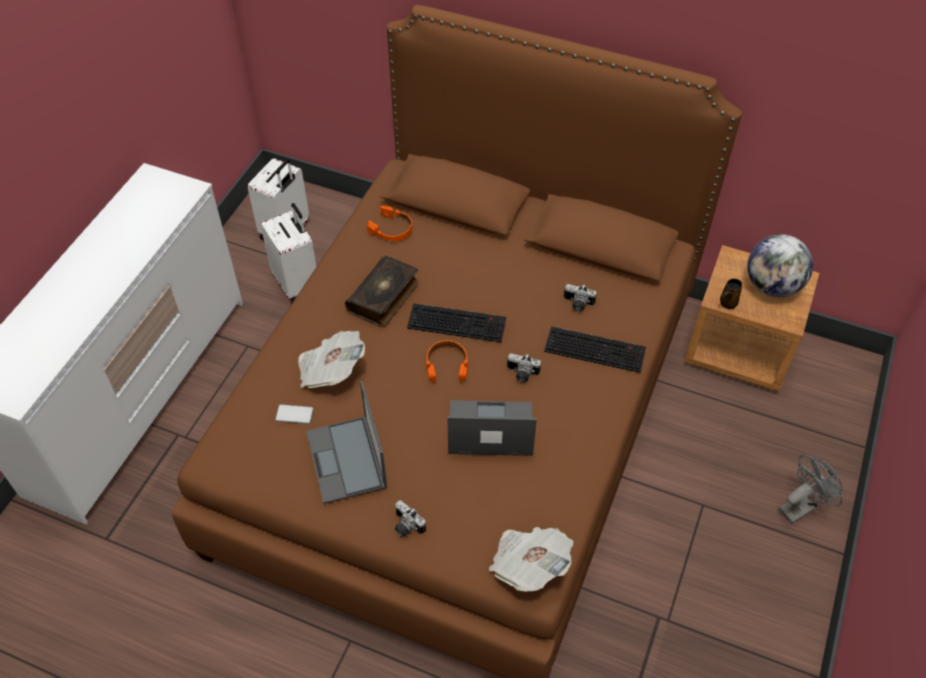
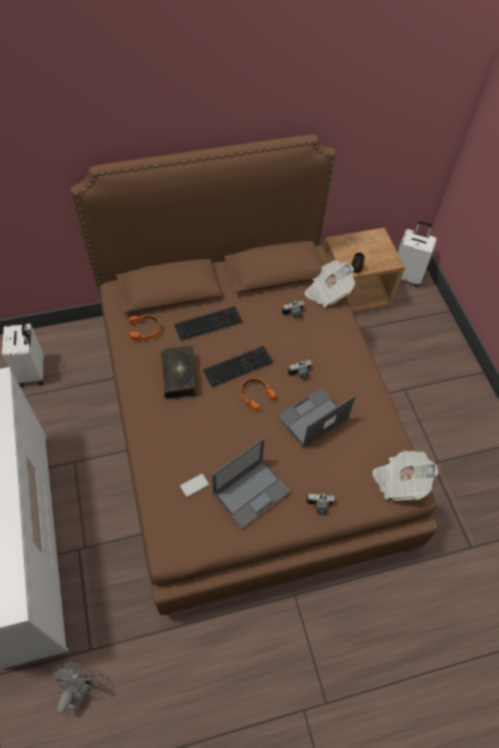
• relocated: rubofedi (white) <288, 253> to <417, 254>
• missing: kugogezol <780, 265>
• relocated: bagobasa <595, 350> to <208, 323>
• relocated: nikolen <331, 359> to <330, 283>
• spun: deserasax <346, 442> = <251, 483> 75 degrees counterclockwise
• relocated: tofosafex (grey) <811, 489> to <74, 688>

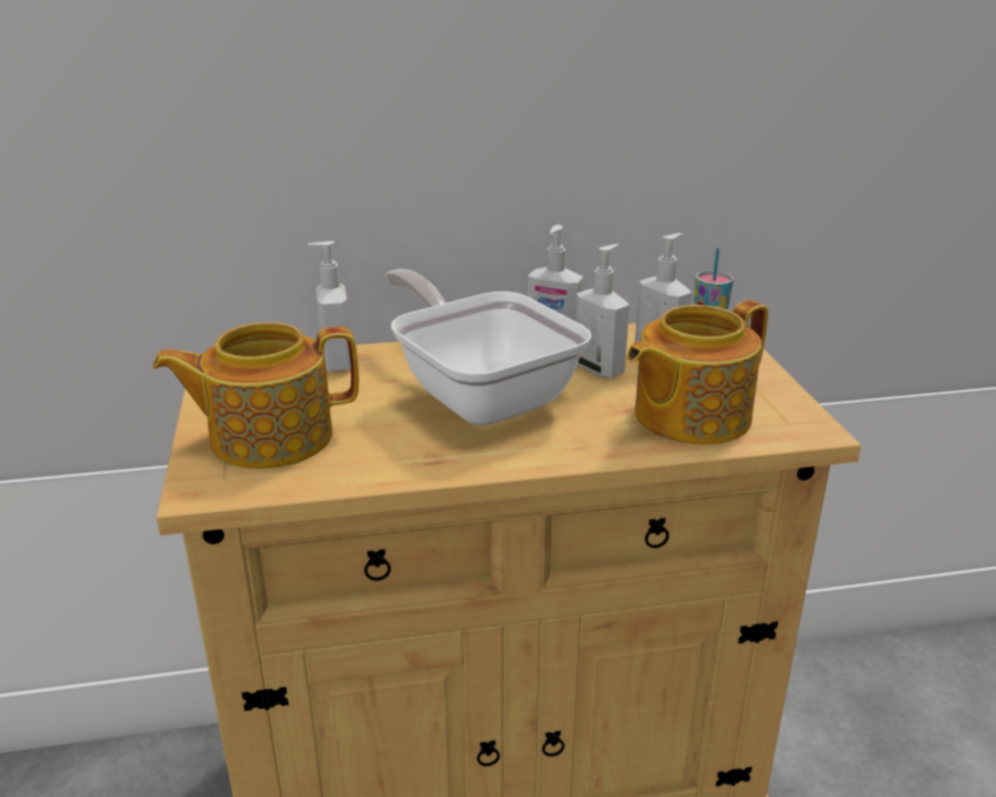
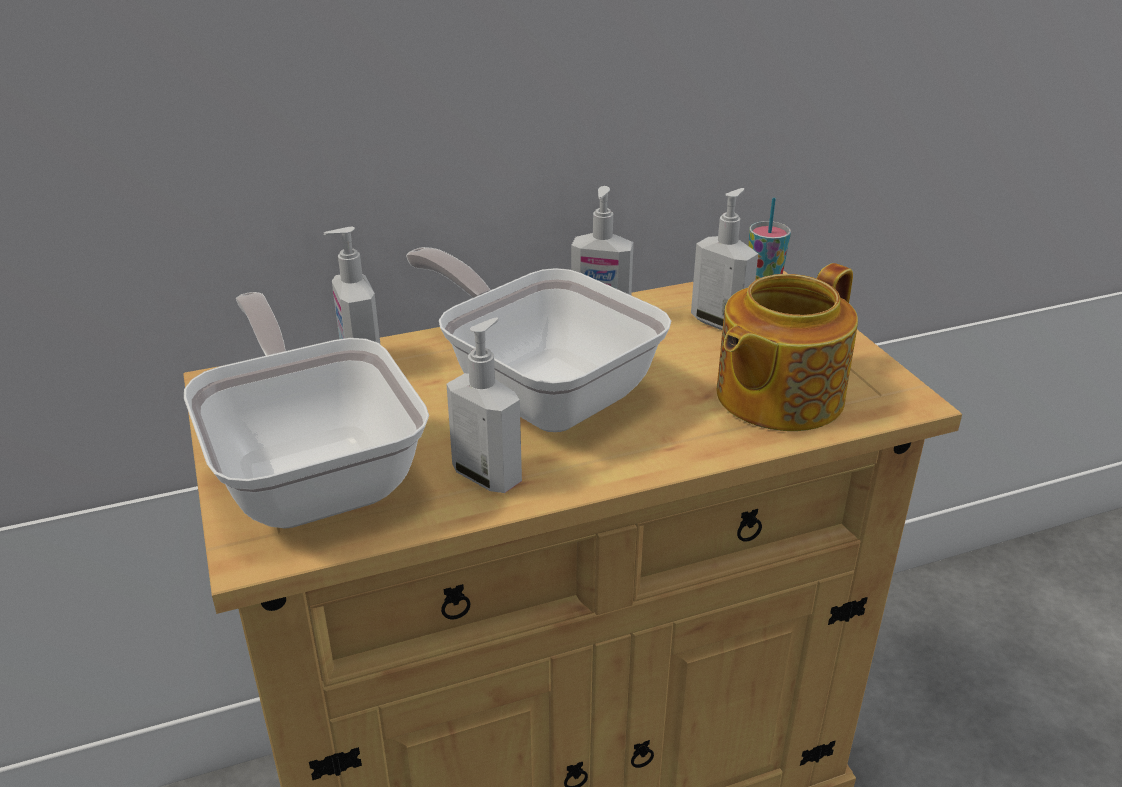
• relocated: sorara <602, 311> to <484, 405>
• exchanged: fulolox <255, 395> to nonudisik <306, 410>

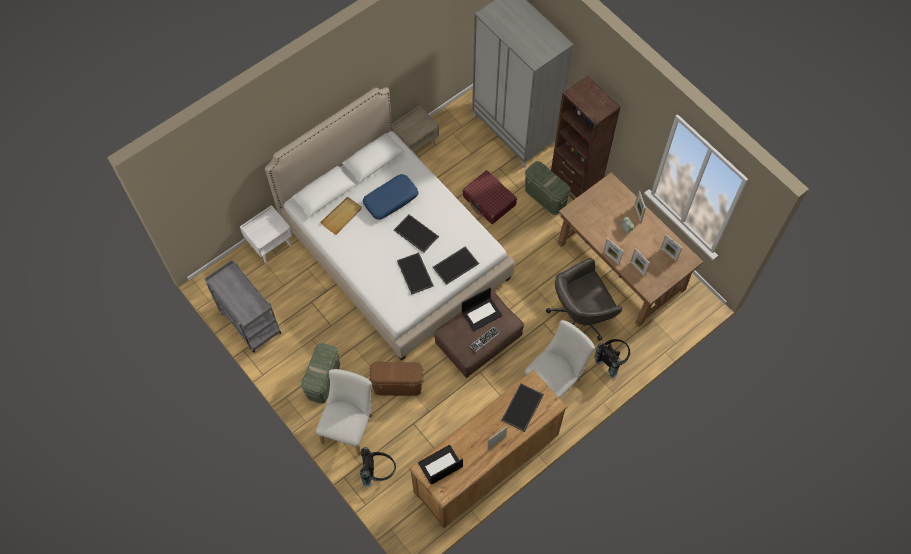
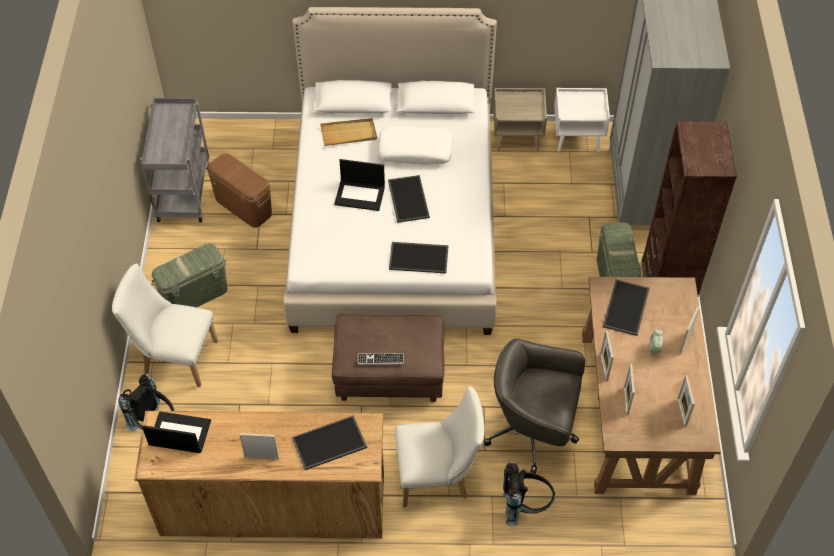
• missing: rubofedi (red) <490, 197>
• colour: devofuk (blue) <391, 197> to devofuk (white) <415, 145>
• relocated: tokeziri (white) <266, 234> to <582, 120>
• relocated: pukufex <415, 273> to <626, 307>
• relocated: deserasax <482, 309> to <359, 185>
• relocated: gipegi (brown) <396, 379> to <239, 190>
• spun: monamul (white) <344, 412> = <165, 325> 135 degrees counterclockwise

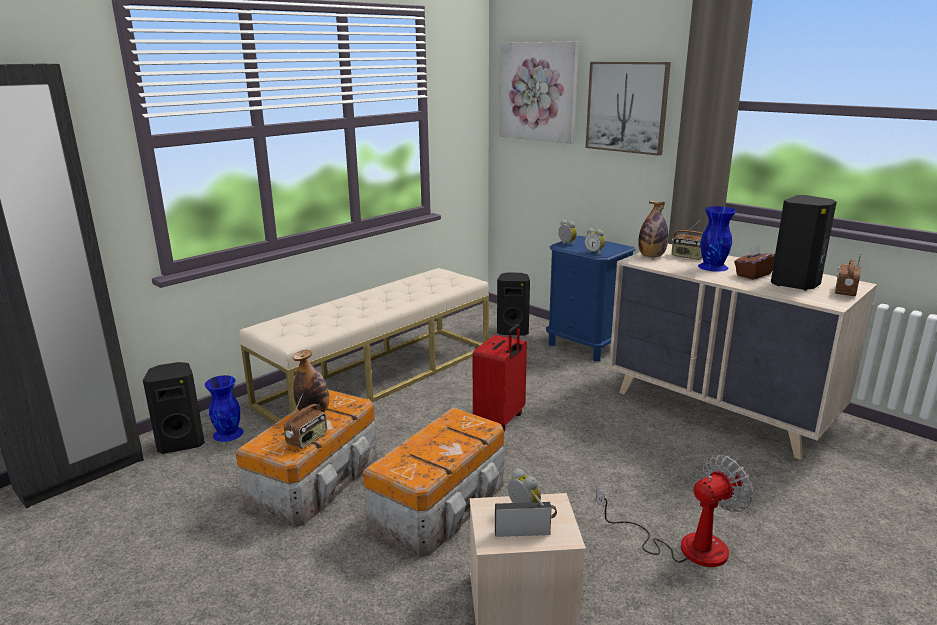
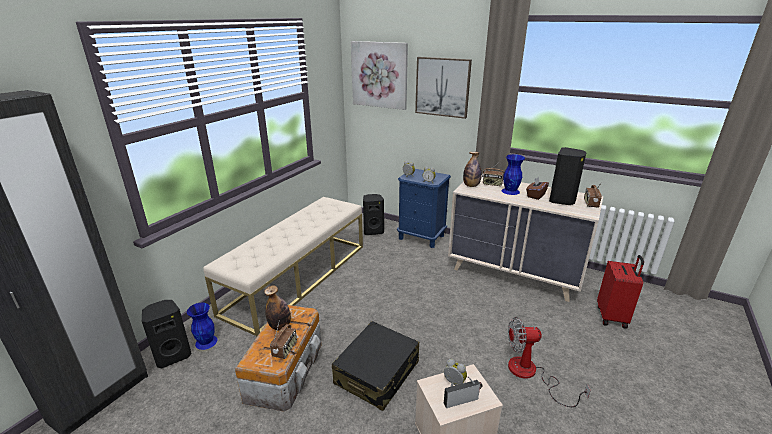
• relocated: rubofedi (red) <499, 377> to <620, 292>
• exchanged: gipegi <433, 482> to rubofedi (black) <375, 366>
• spun: tofosafex <674, 511> = <549, 362> 135 degrees counterclockwise

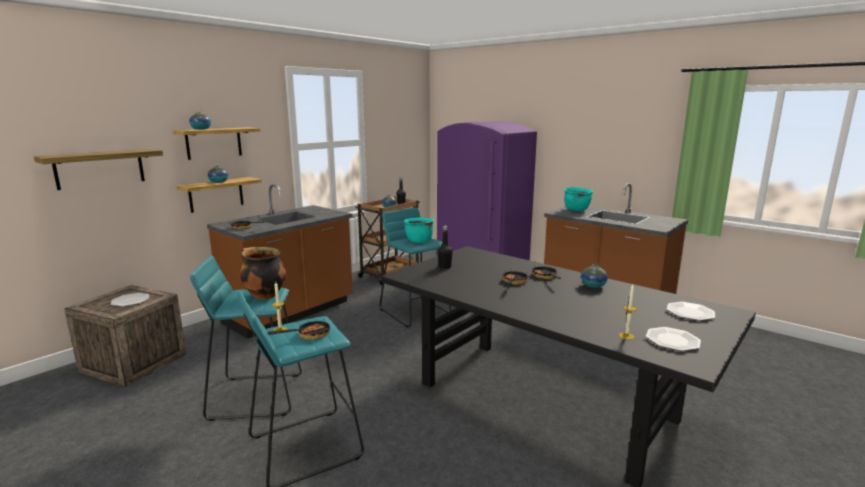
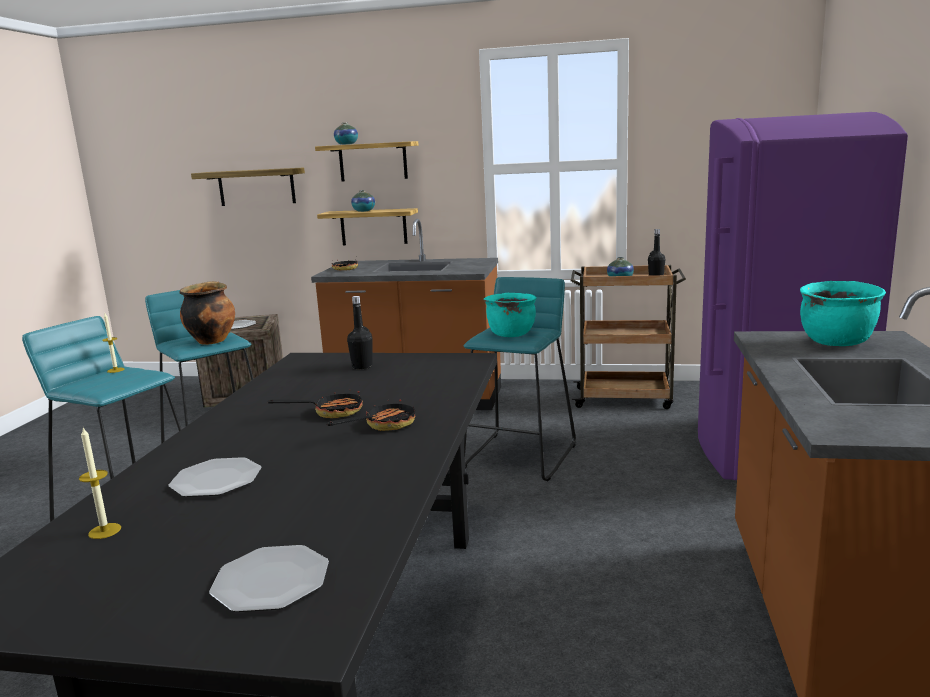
• missing: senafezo <594, 276>
• missing: nonudisik <298, 329>
• relocated: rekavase <673, 339> to <215, 477>

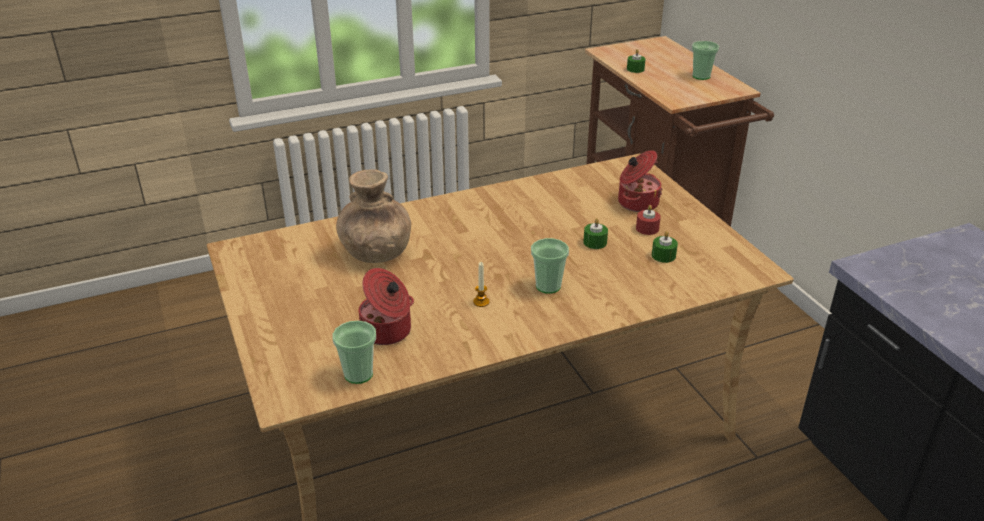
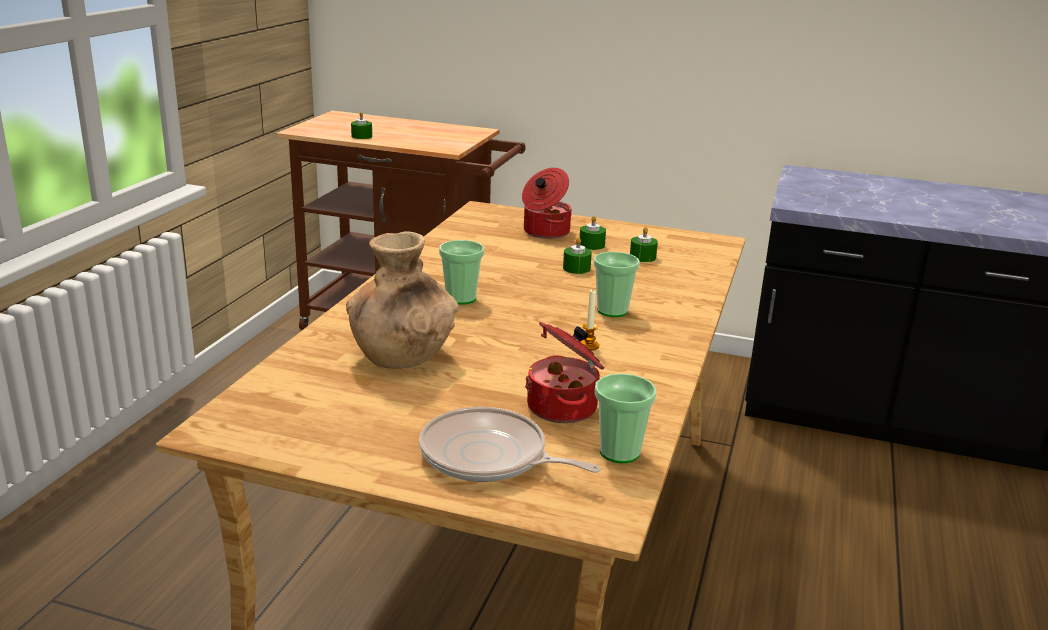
• relocated: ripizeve <705, 60> to <461, 272>
• colour: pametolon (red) <648, 220> to pametolon (green) <593, 233>
• appeared: nonudisik <510, 444>

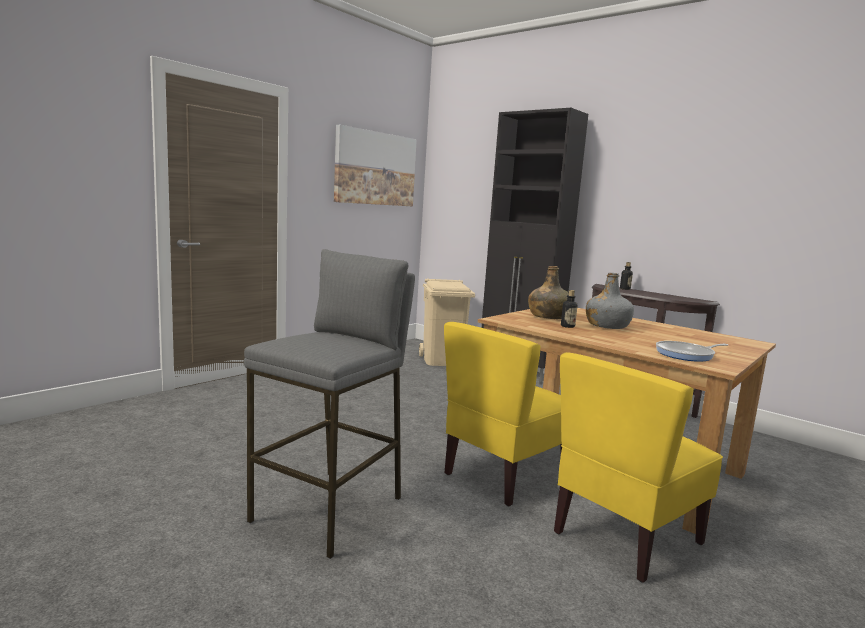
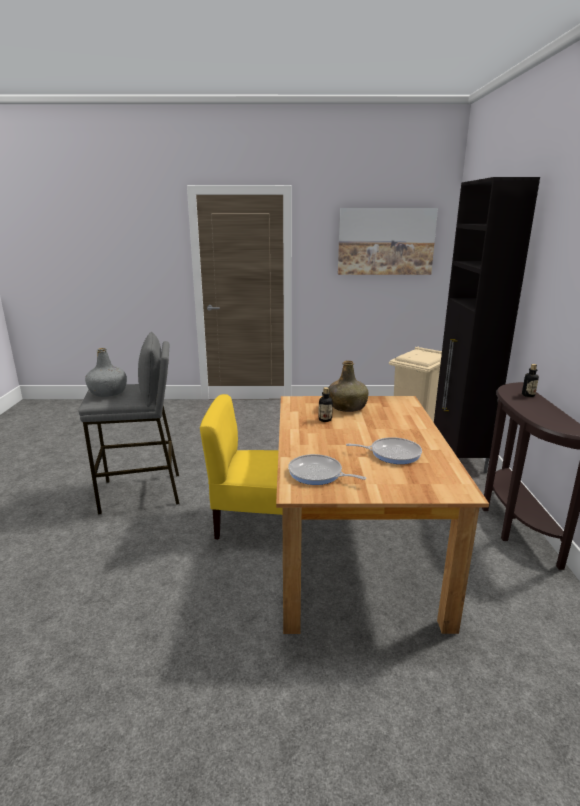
• relocated: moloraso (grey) <610, 301> to <106, 372>
• missing: monamul (yellow) <638, 467>
• appeared: nonudisik <384, 450>

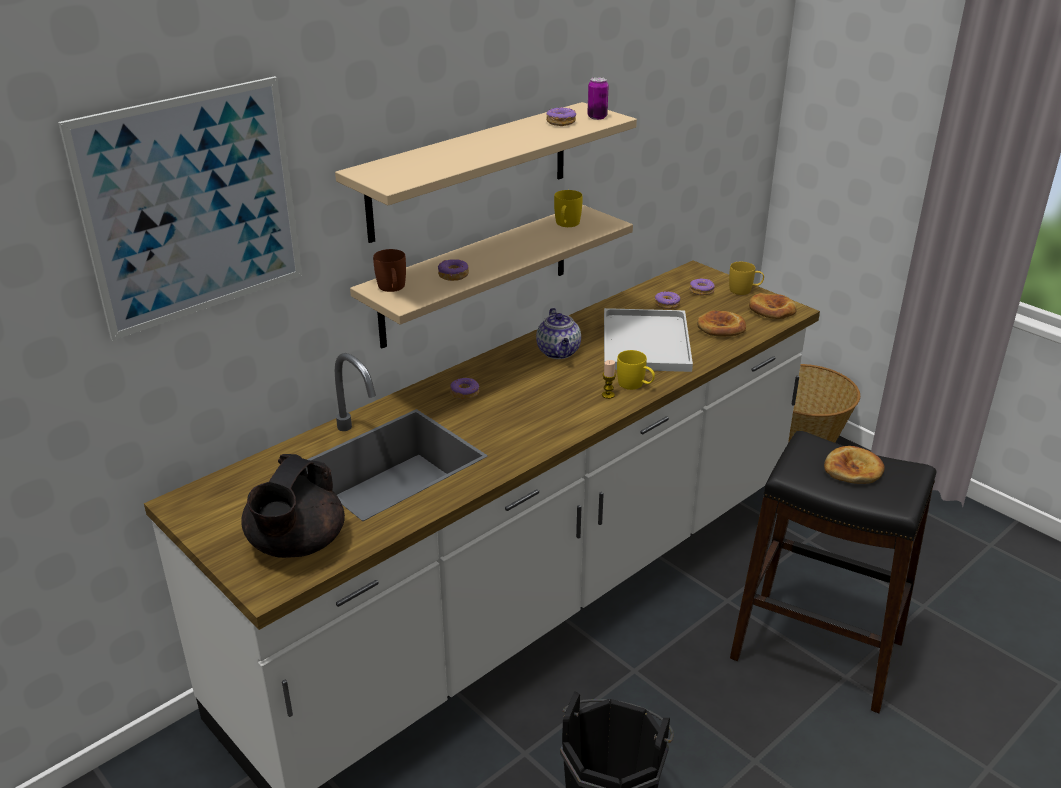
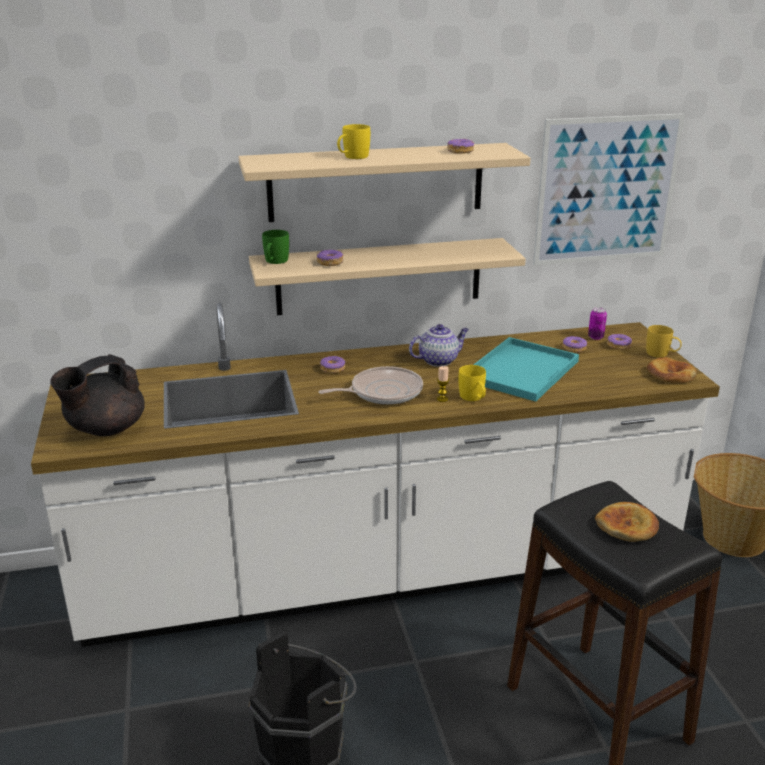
• relocated: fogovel <180, 208> to <609, 189>
• relocated: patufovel <598, 98> to <597, 323>
• relocated: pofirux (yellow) <568, 208> to <353, 141>
• colour: pofirux (brown) <389, 270> to pofirux (green) <275, 247>
• spun: fulolox <558, 333> = <439, 345> 135 degrees counterclockwise
• colour: pukufex (white) <648, 340> to pukufex (turquoise) <526, 369>
• missing: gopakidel <721, 324>
• appeared: nonudisik <370, 385>

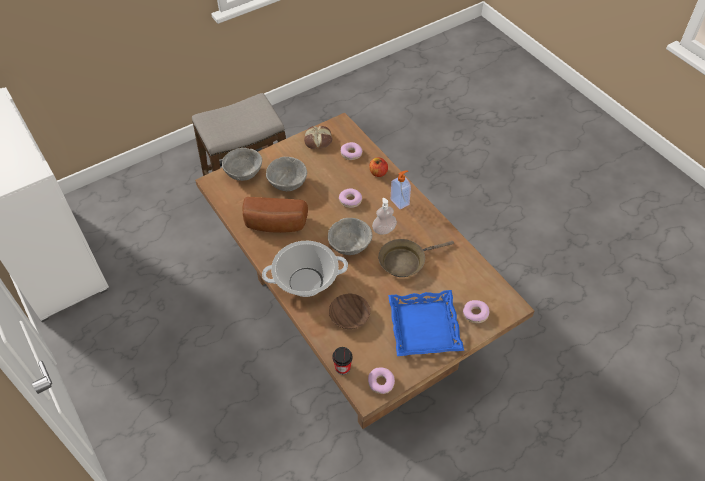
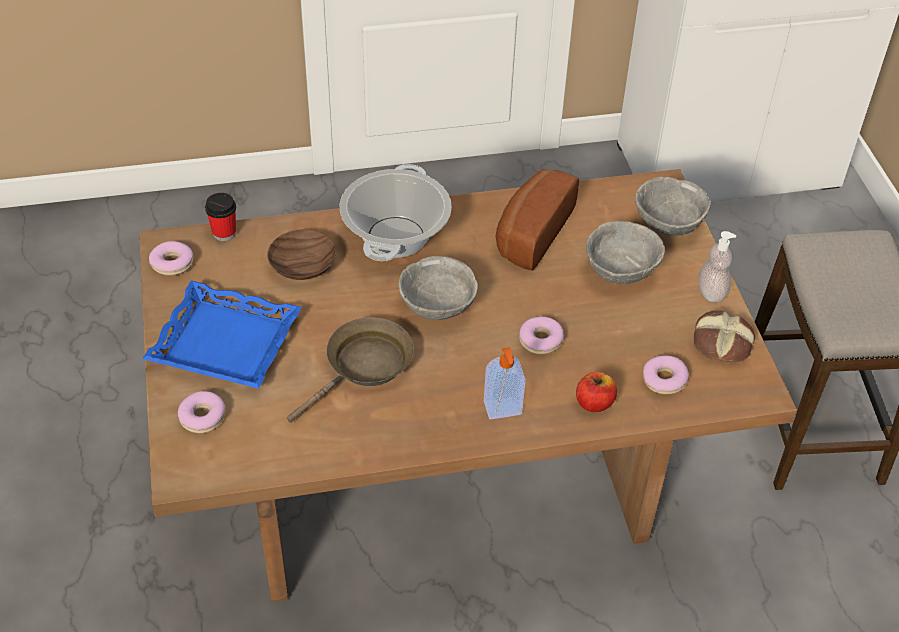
• relocated: sorara <384, 216> to <717, 266>
• spun: nonudisik (brown) <416, 258> = <350, 370> 45 degrees clockwise

